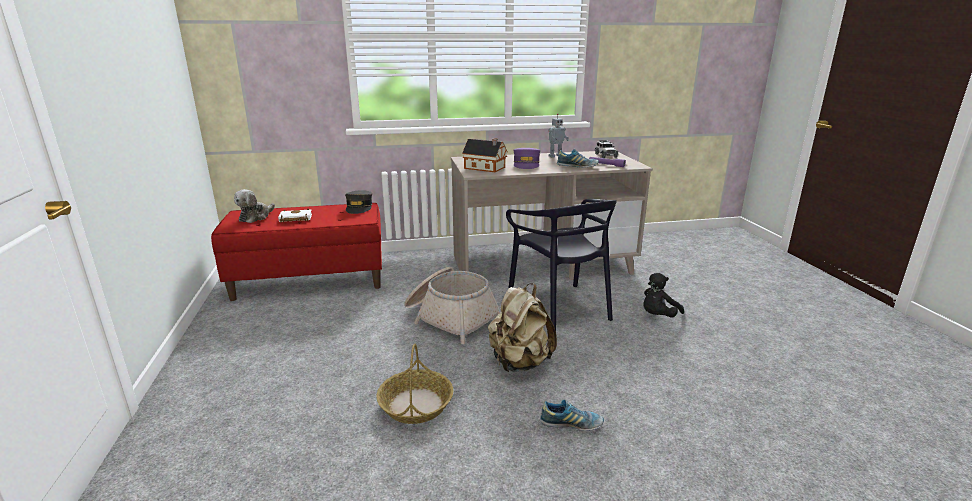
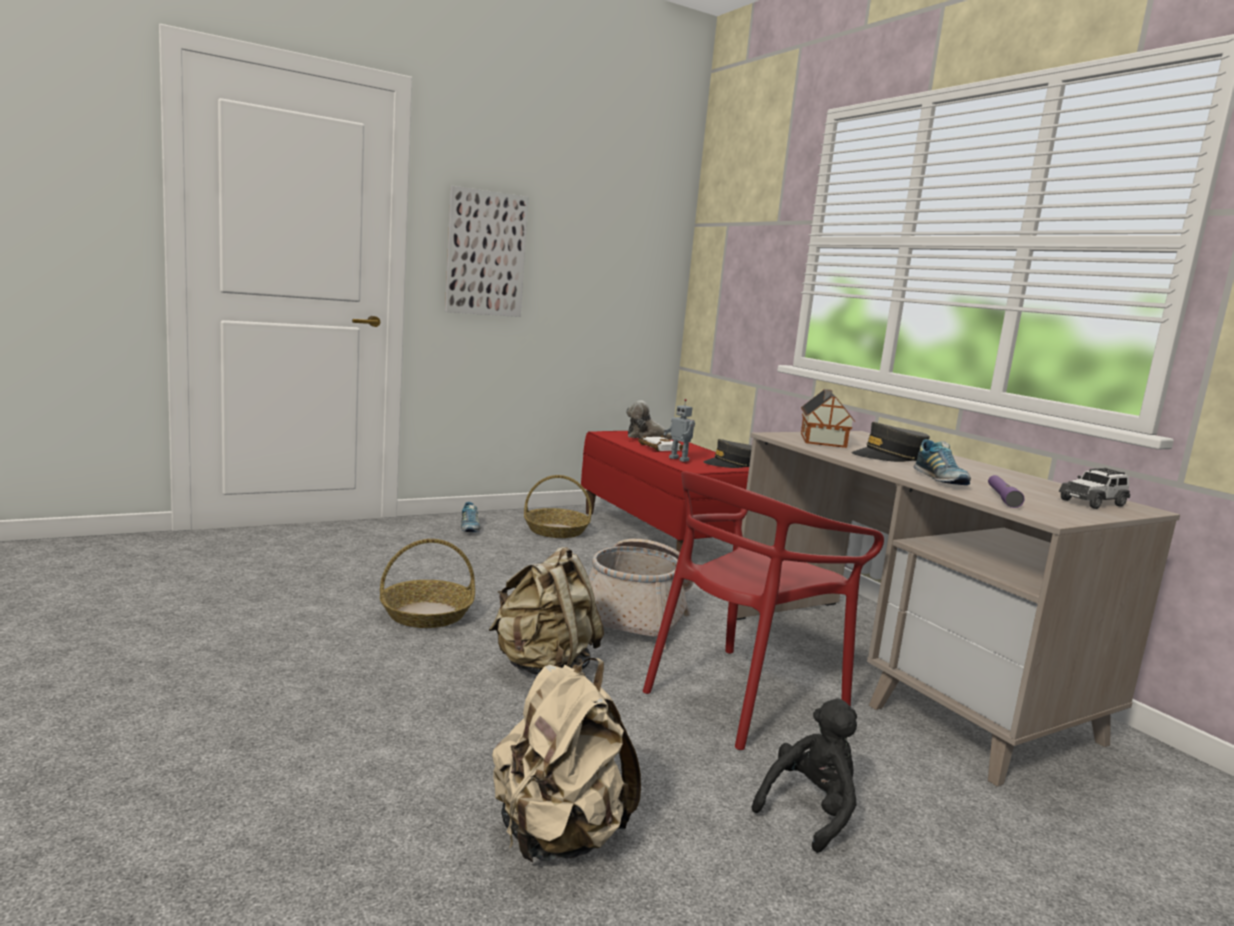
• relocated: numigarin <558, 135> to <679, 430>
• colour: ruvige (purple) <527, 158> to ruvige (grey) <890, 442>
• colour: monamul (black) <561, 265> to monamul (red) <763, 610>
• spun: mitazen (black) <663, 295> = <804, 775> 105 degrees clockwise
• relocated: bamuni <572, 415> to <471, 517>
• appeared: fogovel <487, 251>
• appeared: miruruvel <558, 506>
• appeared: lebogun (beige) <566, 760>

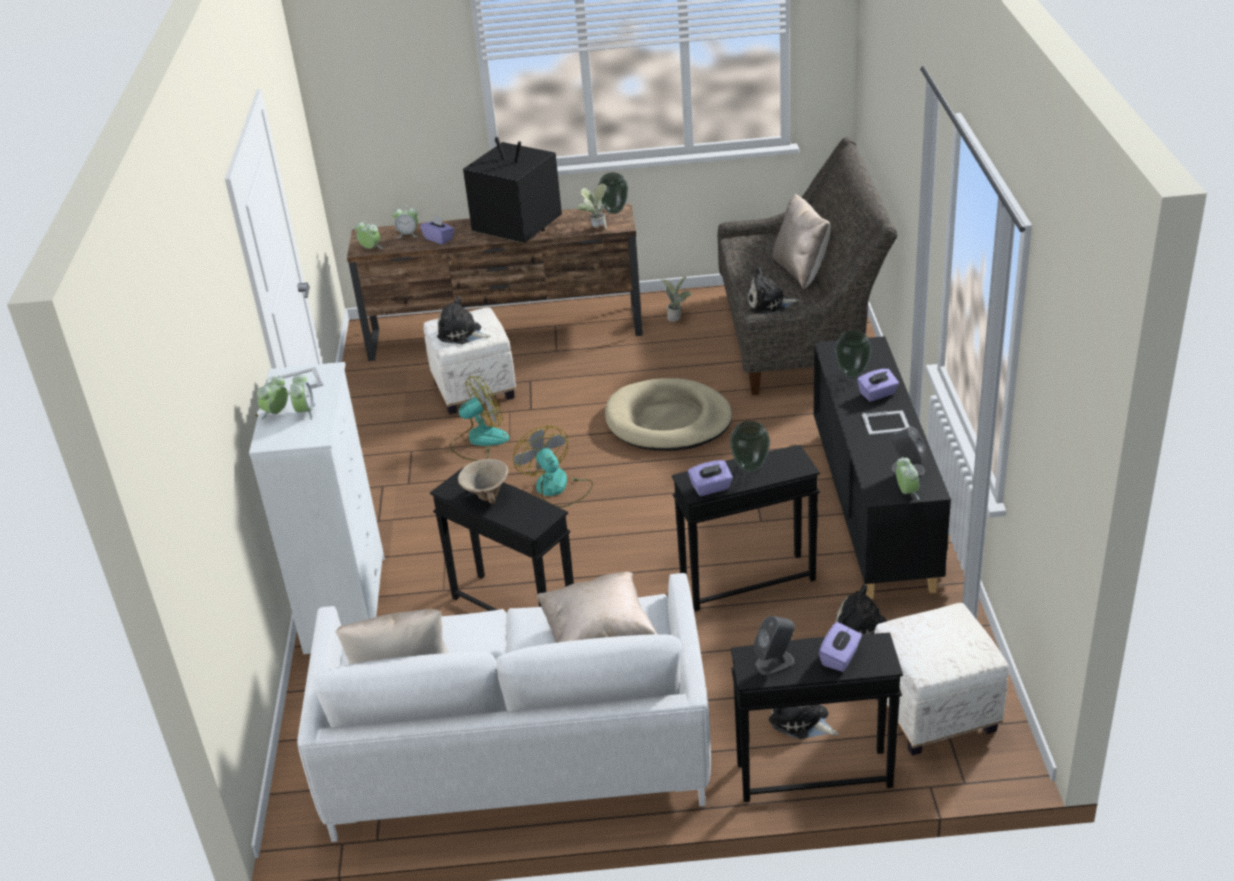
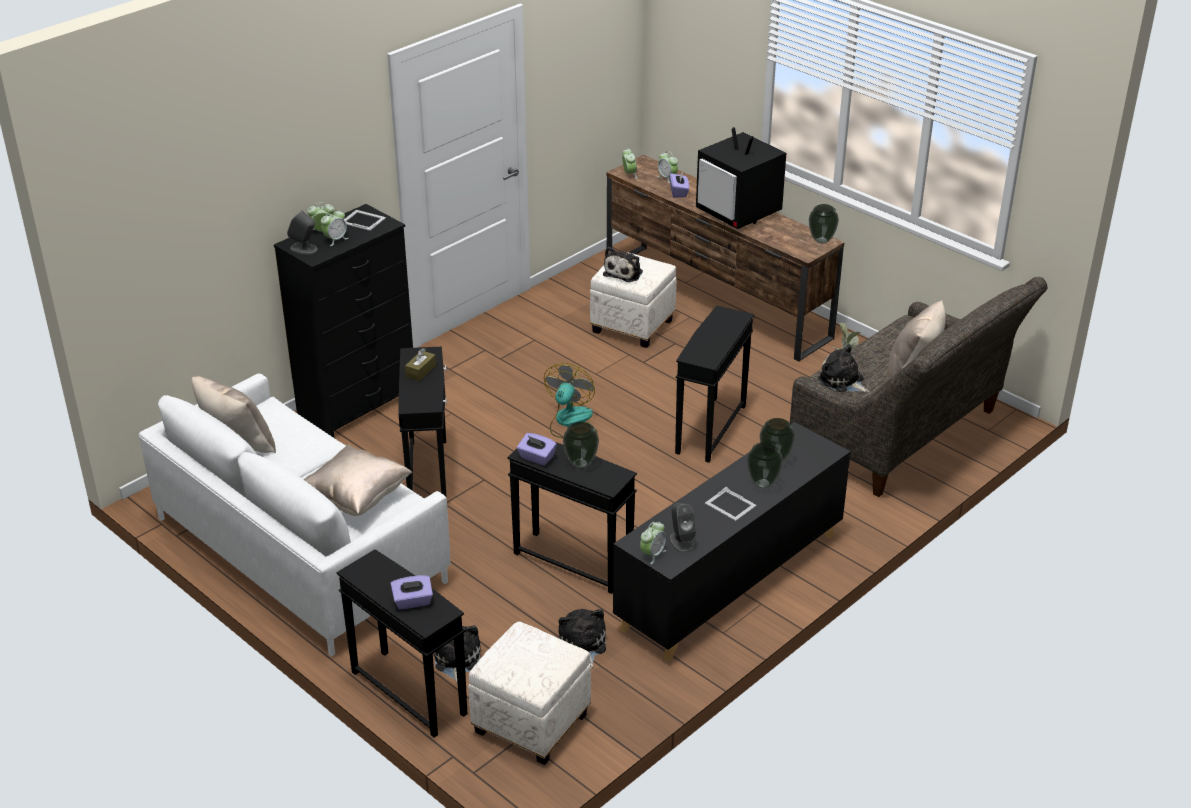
• spun: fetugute <512, 190> = <741, 178> 150 degrees clockwise
• missing: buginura <592, 206>
• spun: mitazen <464, 320> = <623, 264> 135 degrees counterclockwise
• colour: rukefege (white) <317, 508> to rukefege (black) <343, 321>
• exchanged: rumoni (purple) <878, 385> to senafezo <765, 465>
• missing: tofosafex <480, 418>
• exchanged: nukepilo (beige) <668, 414> to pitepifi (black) <714, 384>
• exchanged: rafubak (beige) <483, 481> to rumoni (brown) <420, 364>
• relocated: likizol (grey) <774, 645> to <302, 233>

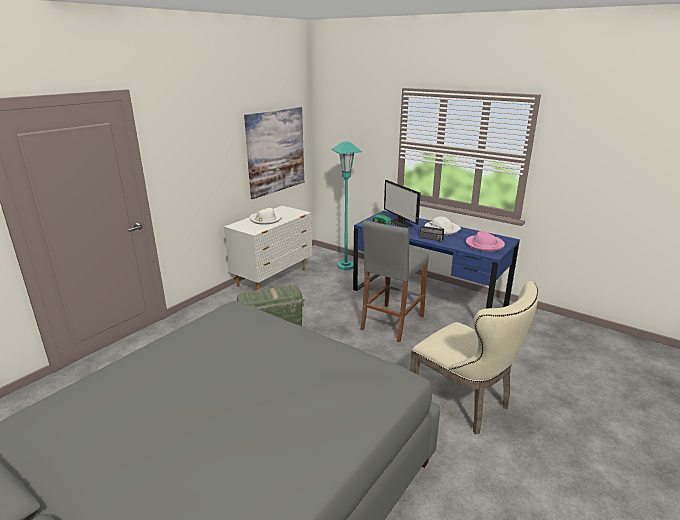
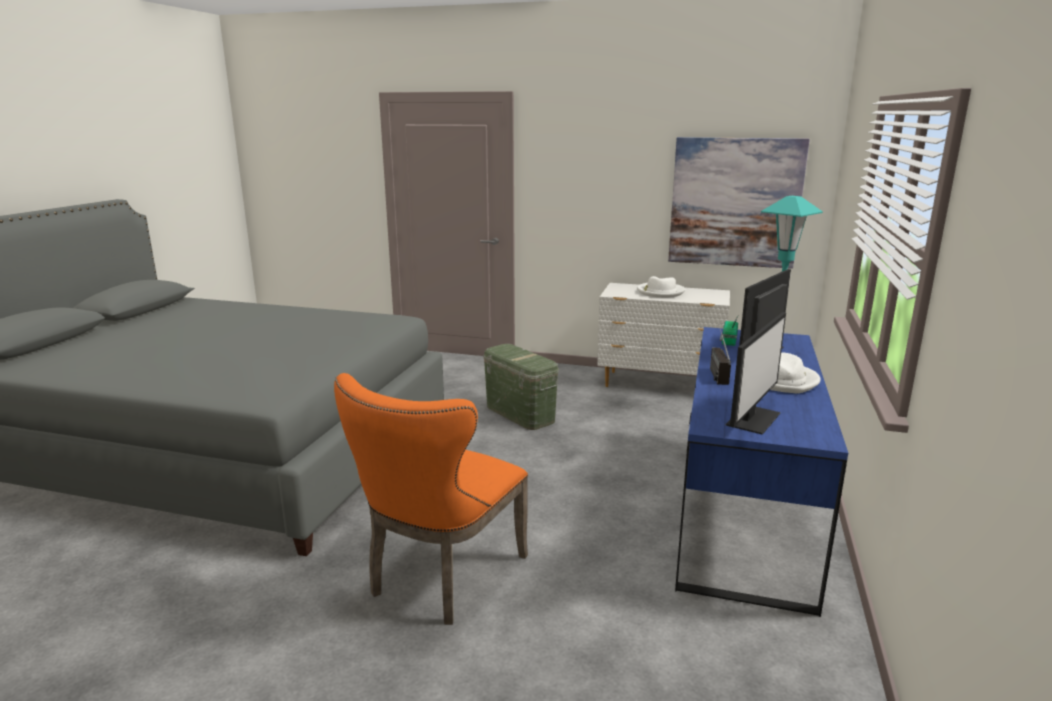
• missing: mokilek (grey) <394, 281>
• exchanged: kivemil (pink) <485, 241> to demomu <756, 373>
• colour: monamul (beige) <474, 358> to monamul (orange) <431, 499>

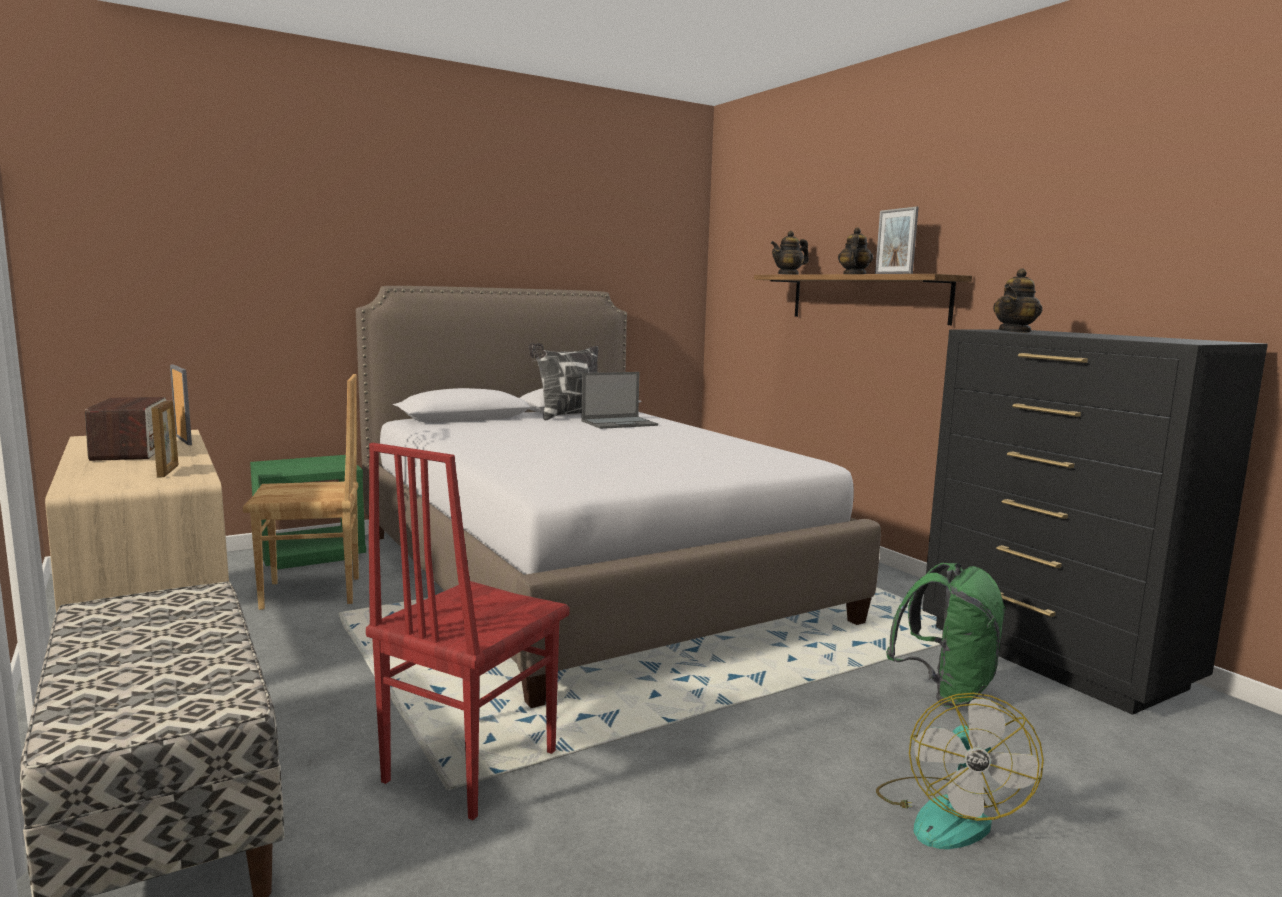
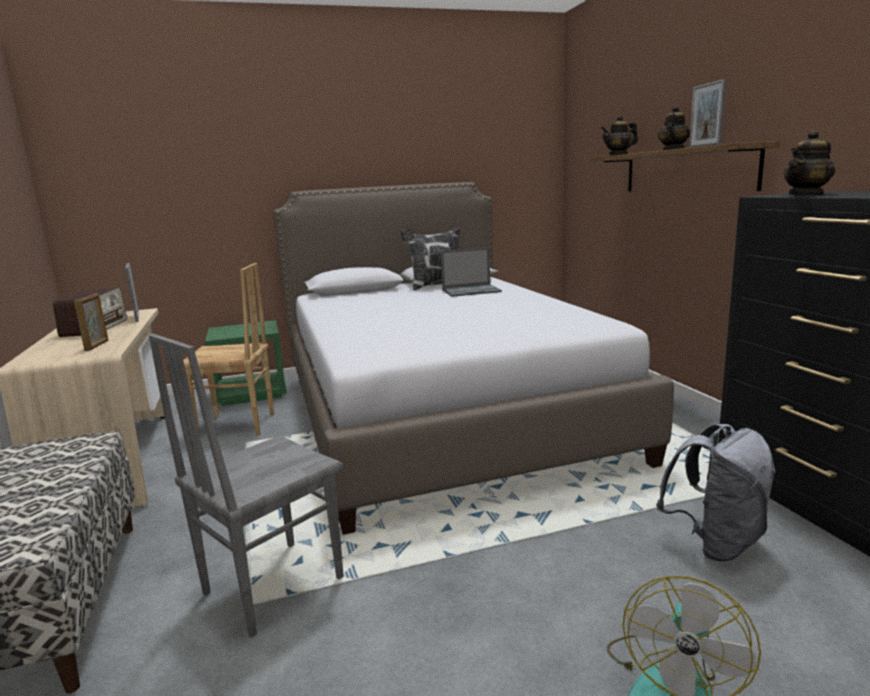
• colour: monamul (red) <467, 631> to monamul (grey) <246, 486>
• colour: lebogun (green) <946, 635> to lebogun (grey) <716, 492>

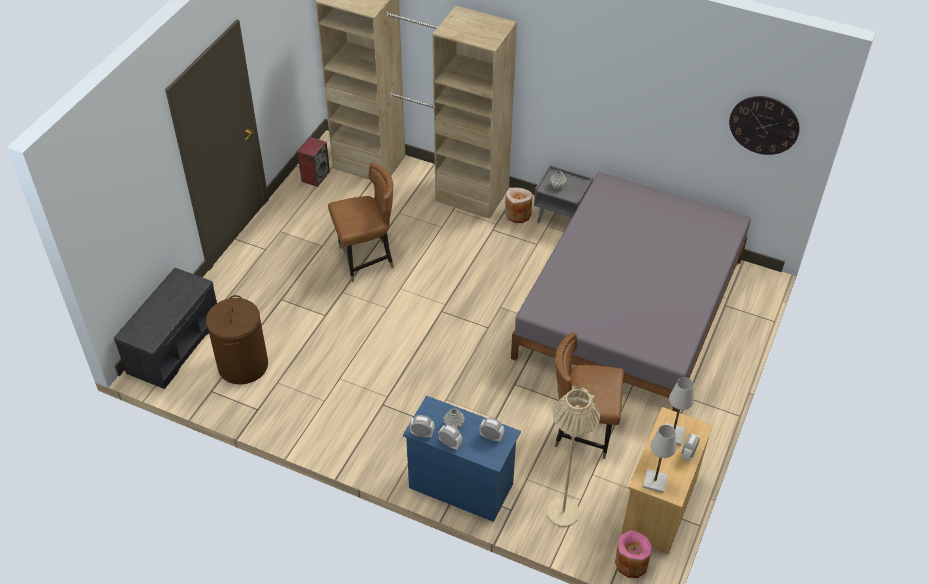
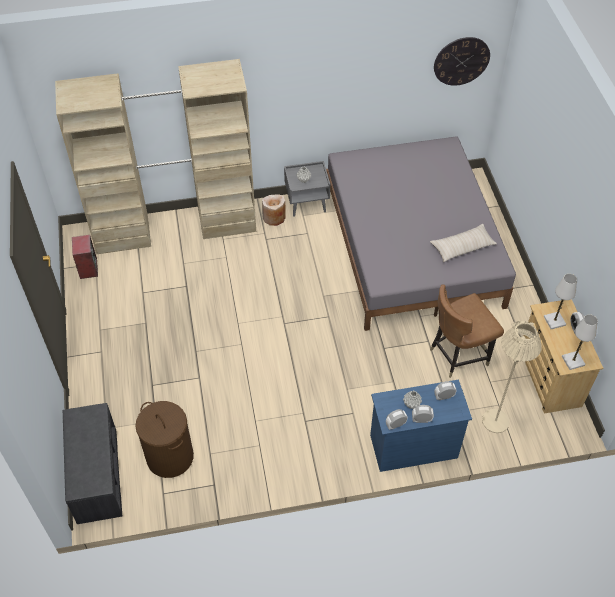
• missing: monamul (brown) <361, 222>
• missing: senafezo (pink) <633, 554>
• appeared: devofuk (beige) <463, 243>

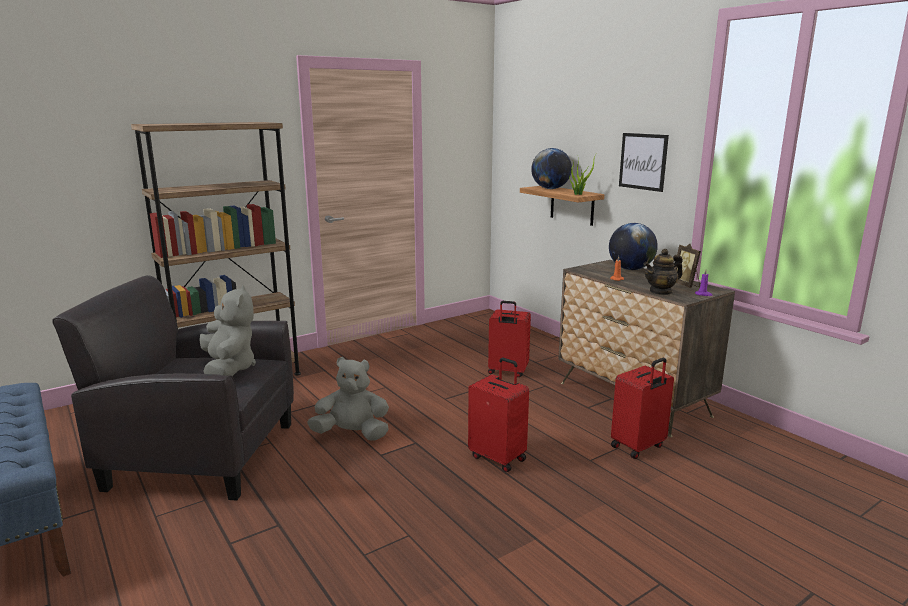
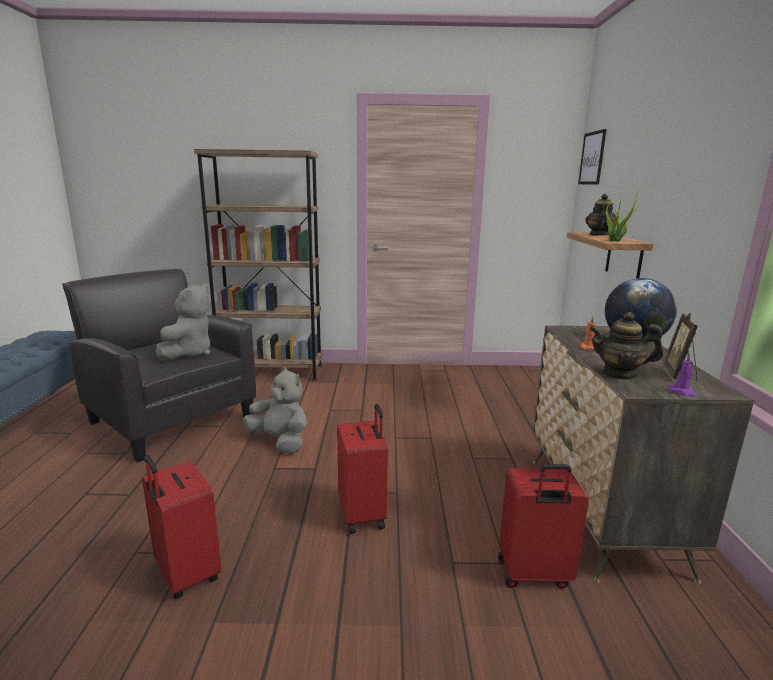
• relocated: fogovel <644, 162> to <592, 157>
• exchanged: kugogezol <551, 168> to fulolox <601, 215>
• relocated: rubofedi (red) <509, 339> to <182, 527>

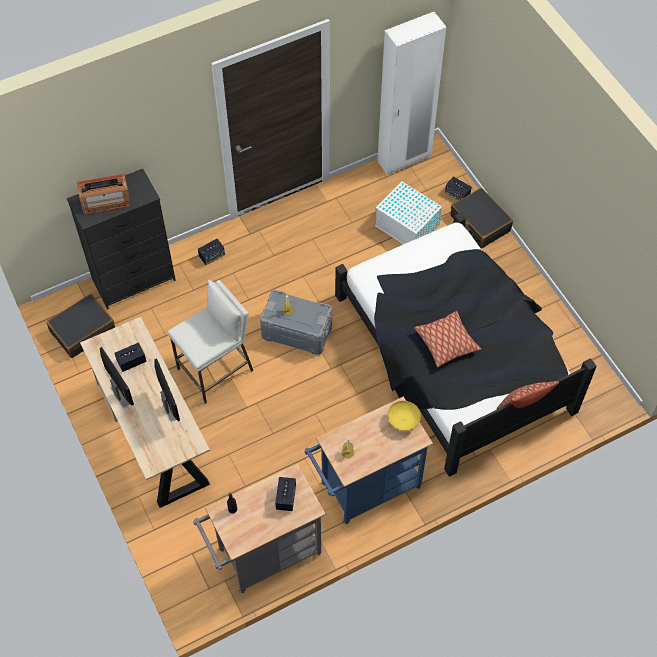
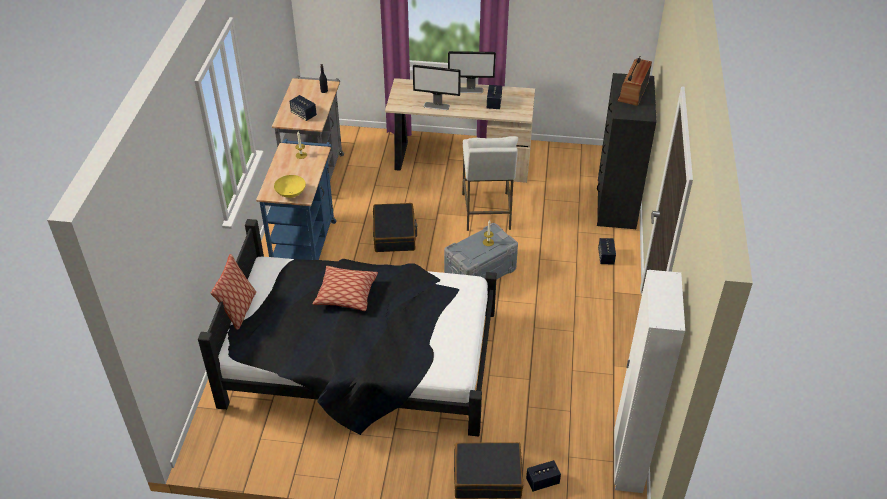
• missing: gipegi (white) <408, 213>
• relocated: rubofedi (black) <80, 326> to <395, 227>

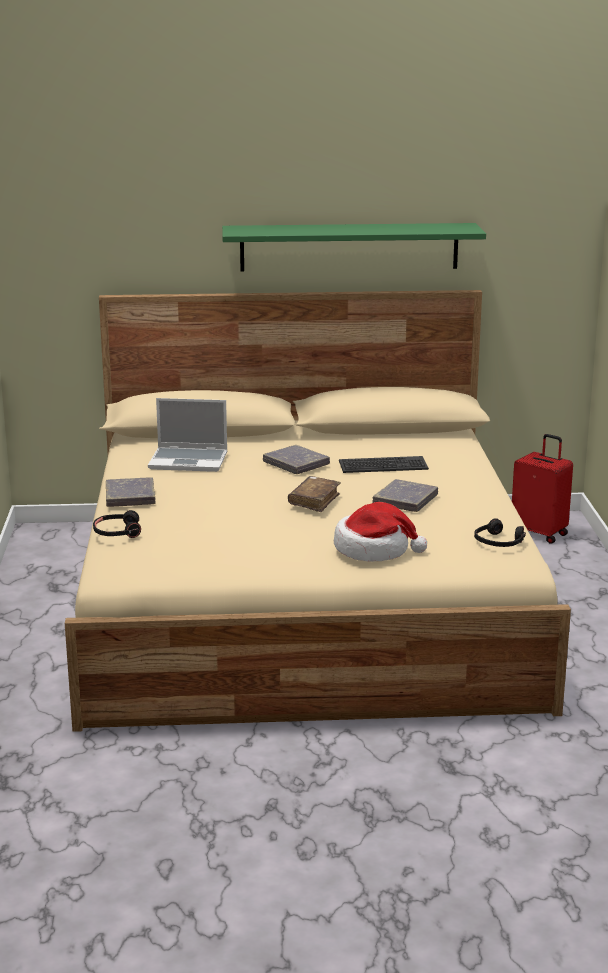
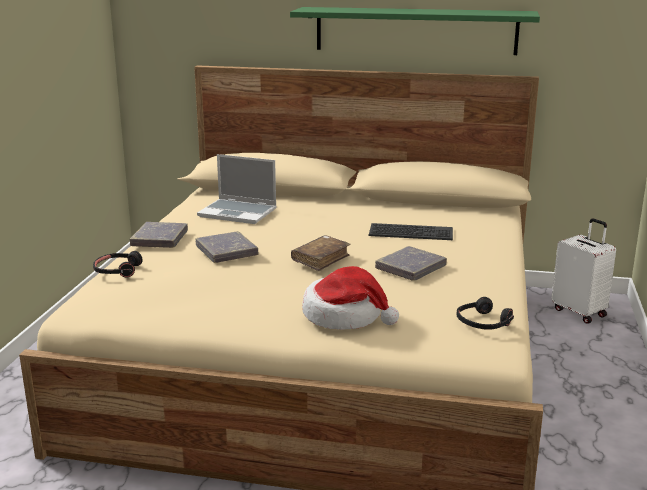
• colour: rubofedi (red) <542, 489> to rubofedi (white) <583, 271>
• relocated: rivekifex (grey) <296, 459> to <227, 247>

